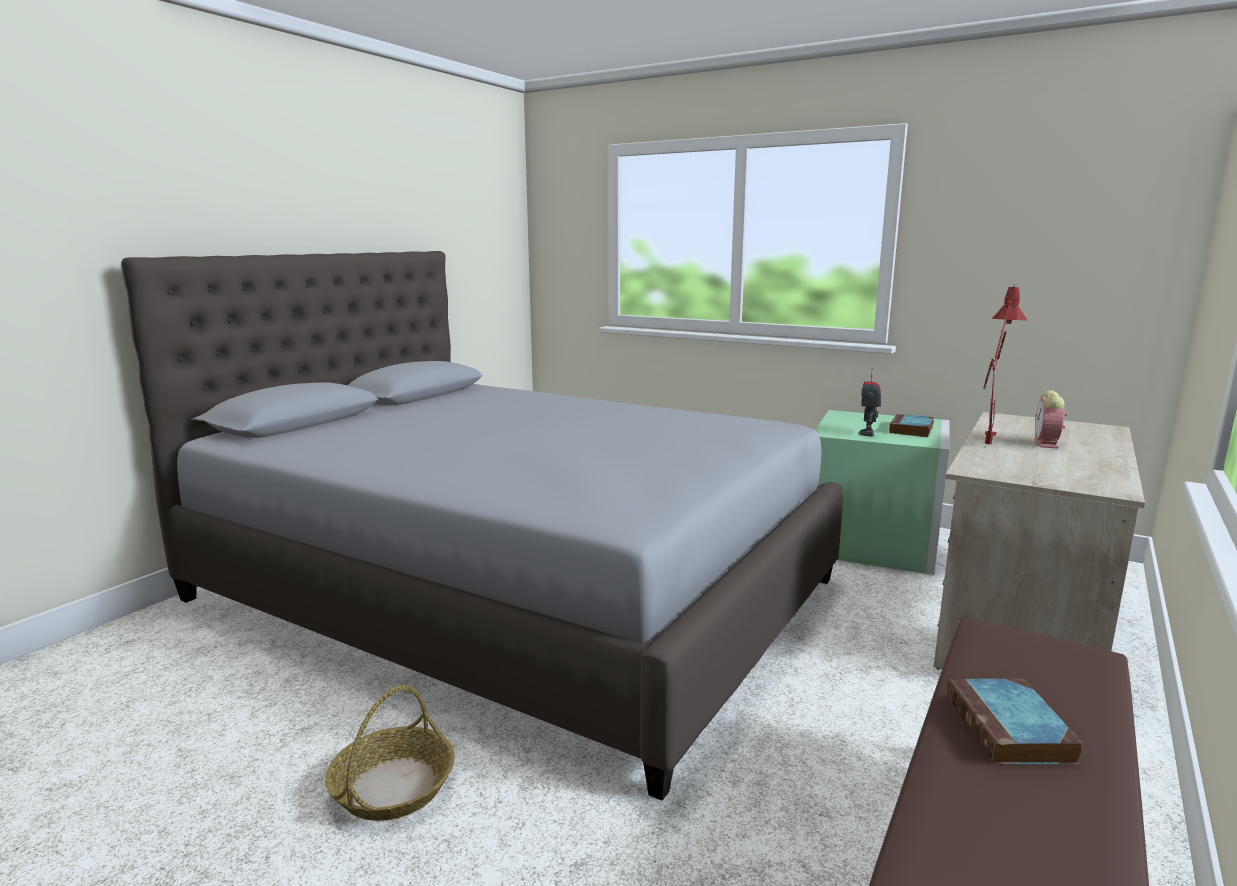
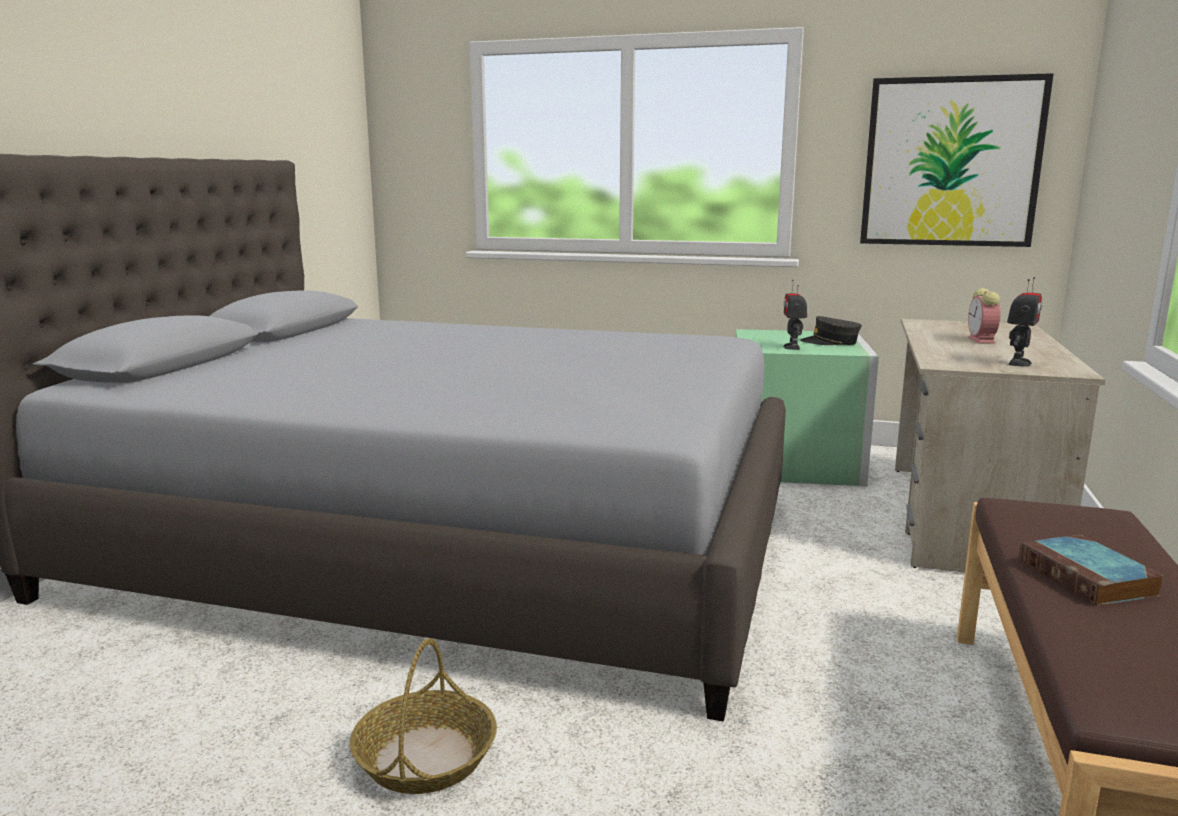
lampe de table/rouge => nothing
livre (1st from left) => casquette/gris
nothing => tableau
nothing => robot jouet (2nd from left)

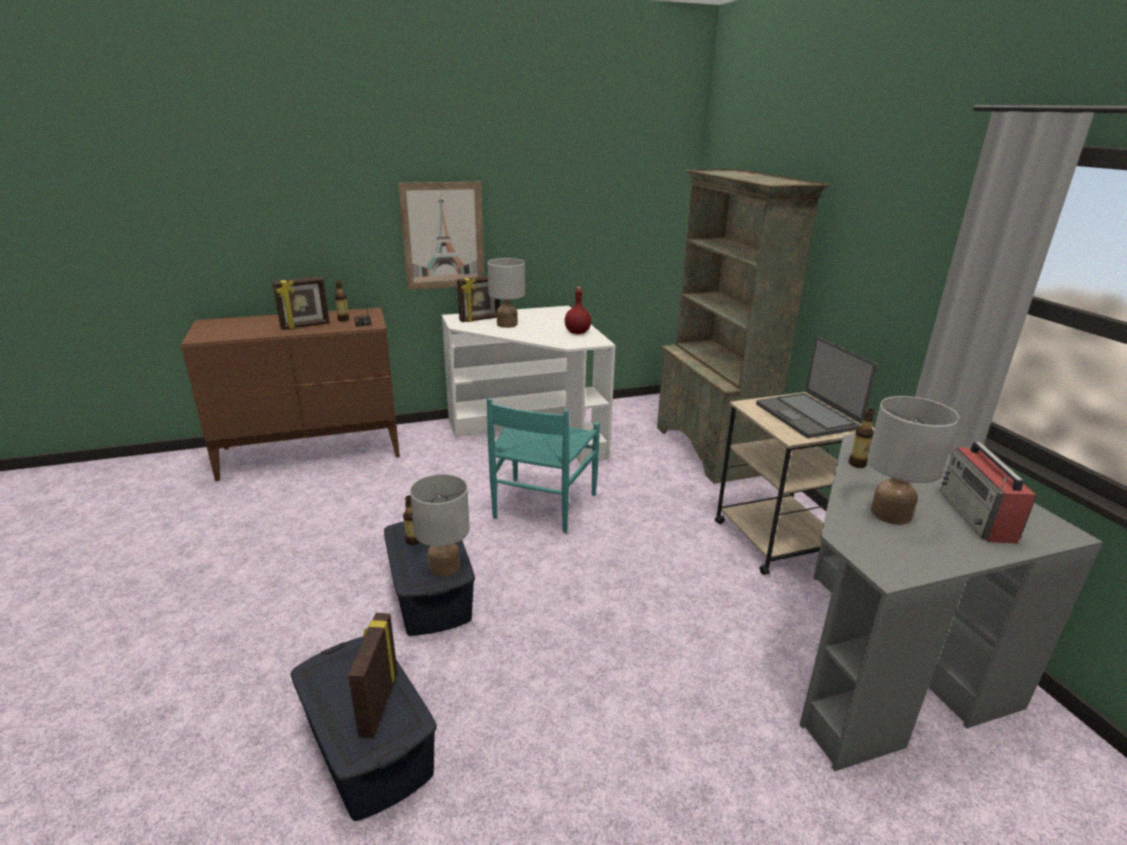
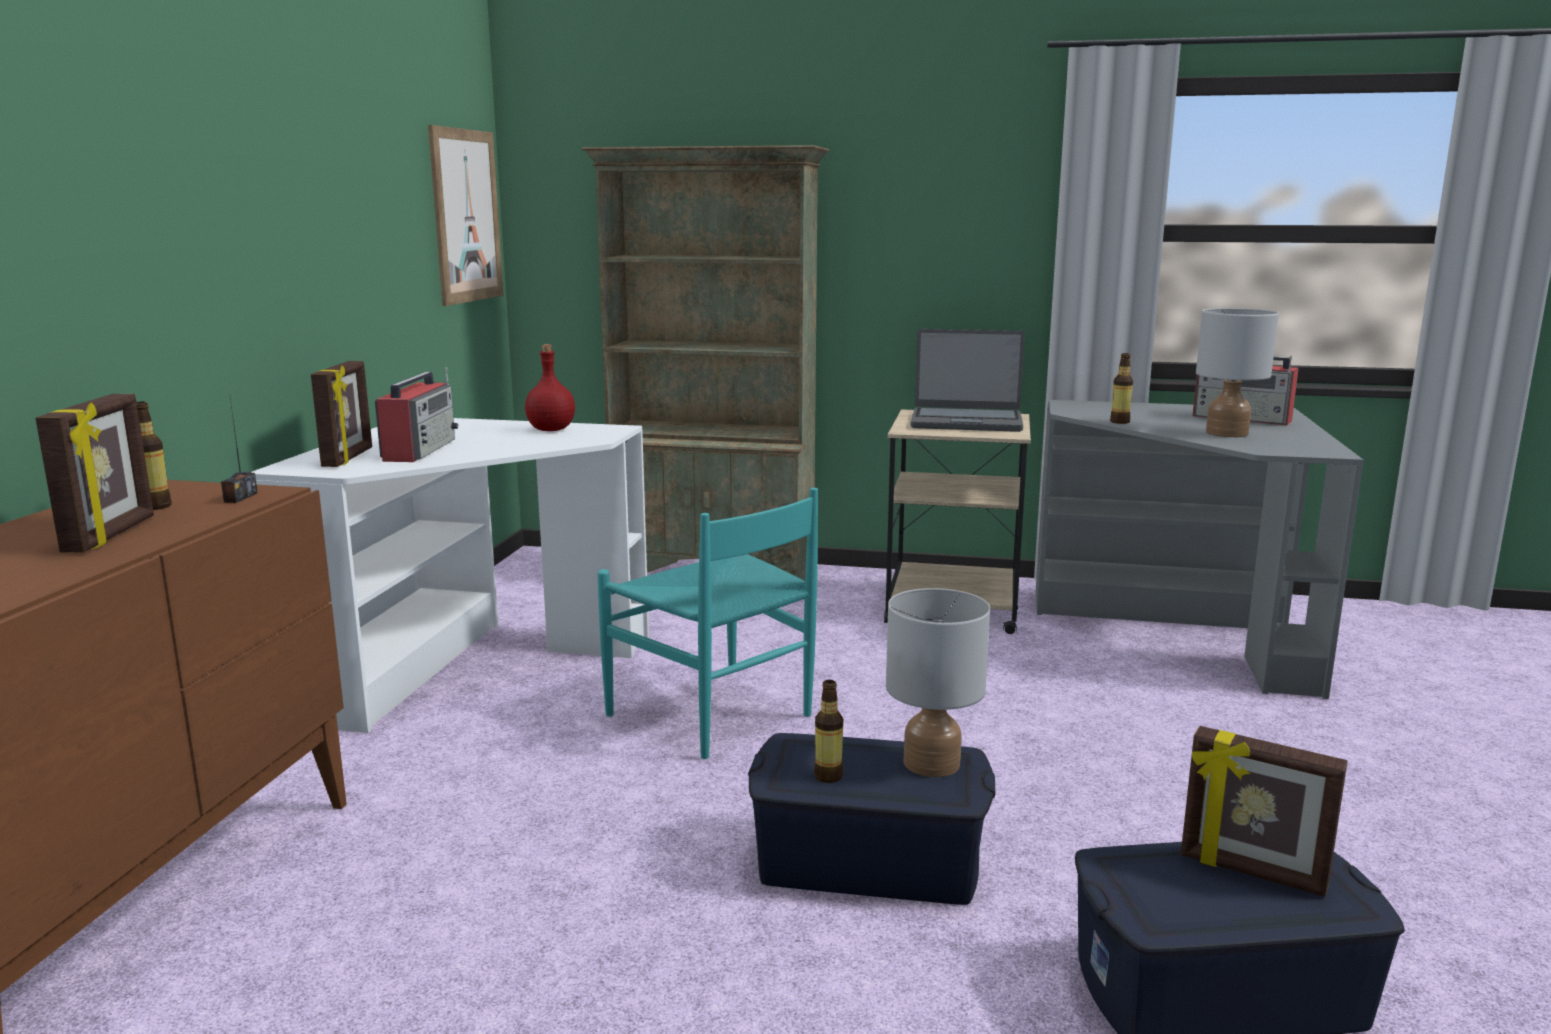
tableau, move
lampe de table/gris (2nd from left) => radio (2nd from left)

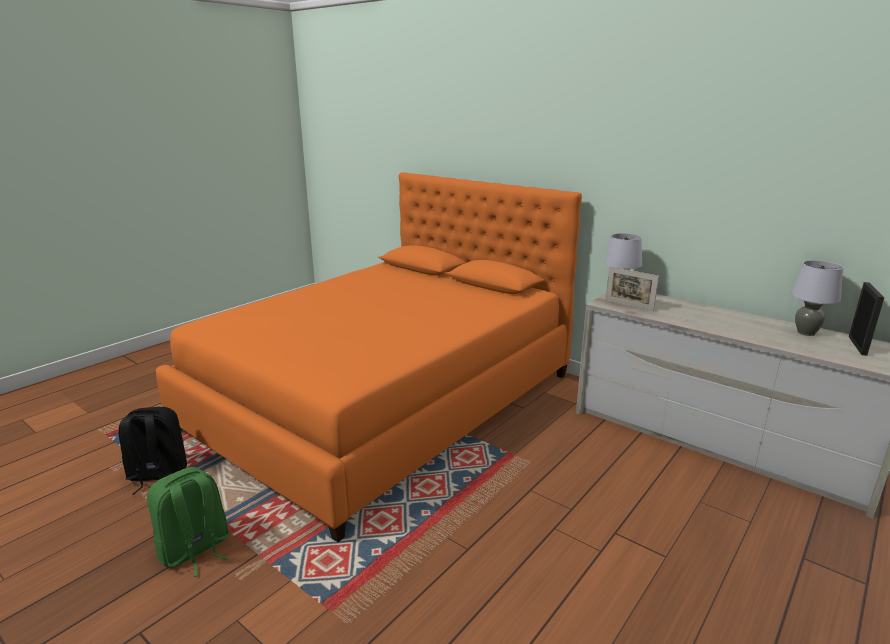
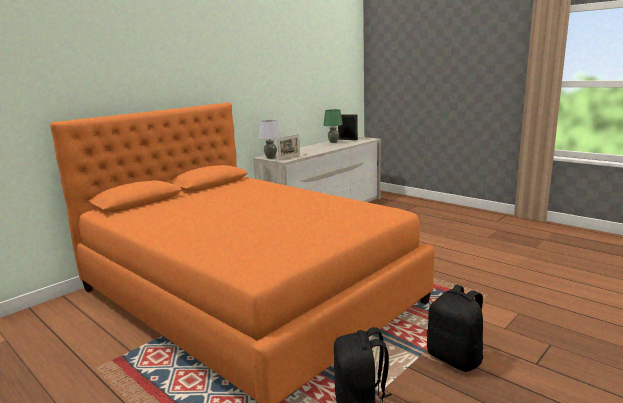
lampe de table/gris (2nd from left) => lampe de table/vert
sac à dos/vert => sac à dos/noir (2nd from left)

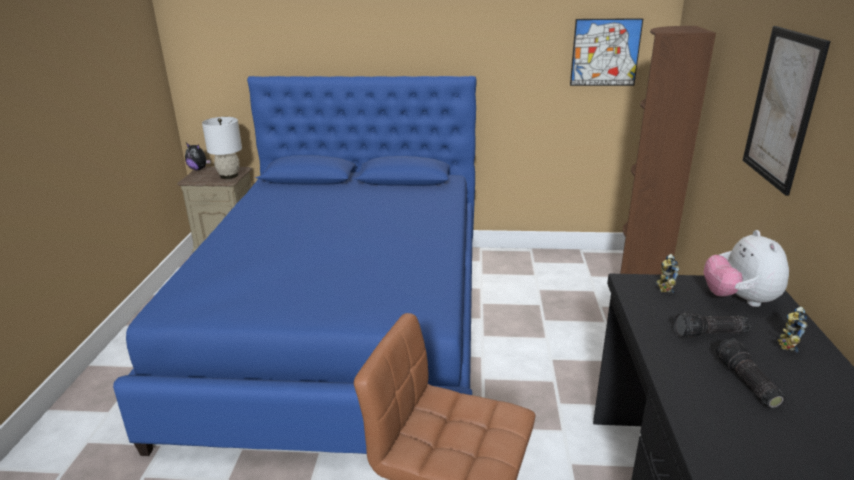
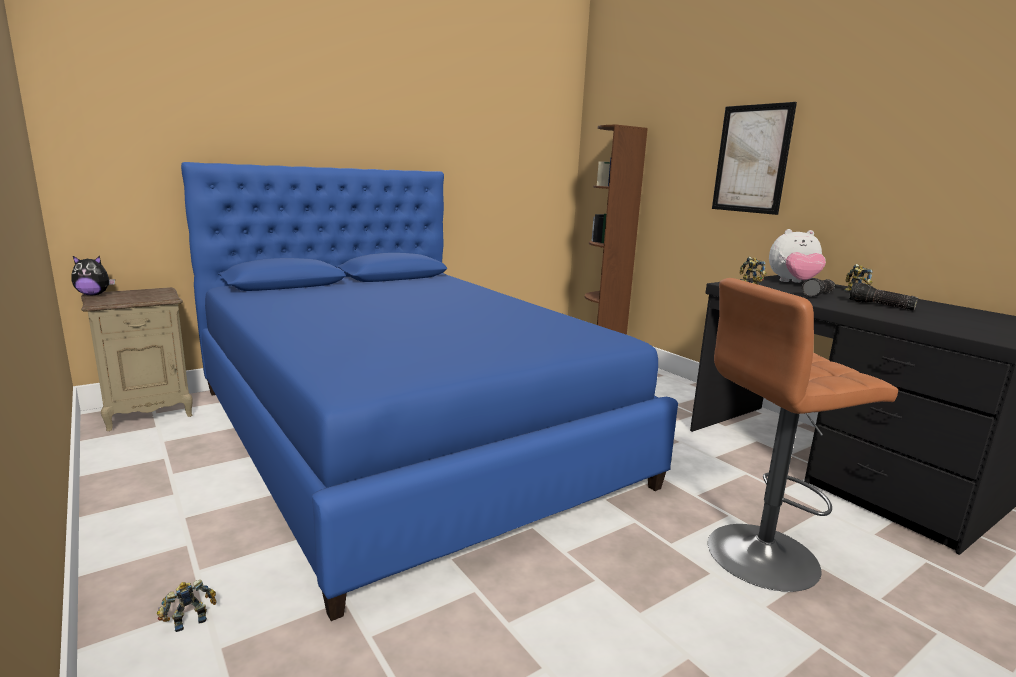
tableau (1st from left) => nothing
lampe de table/blanc => nothing
peluche (2nd from left), 45 degrees counterclockwise
nothing => robot jouet (1st from left)

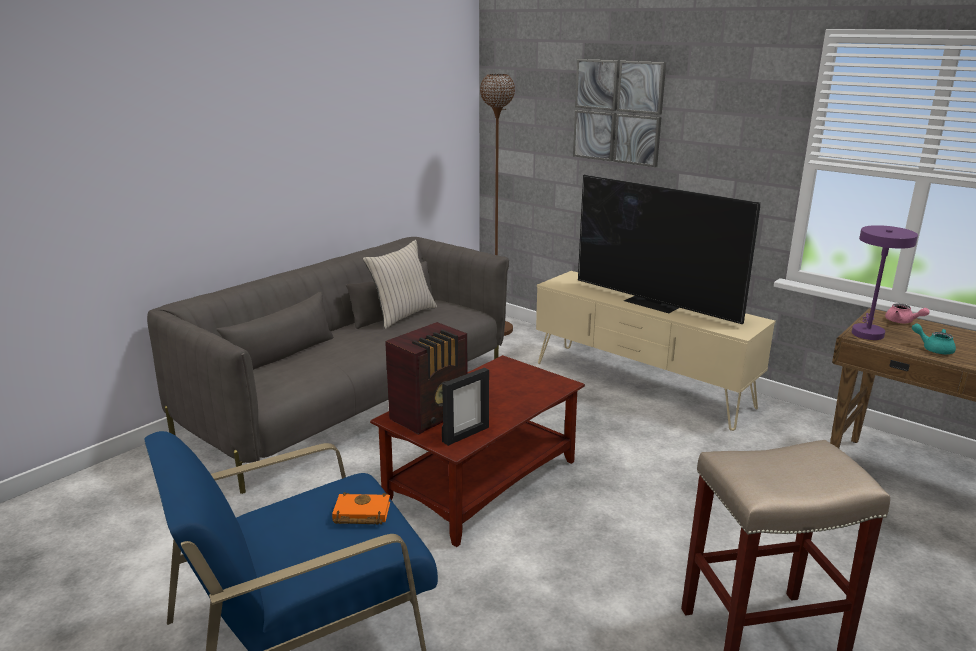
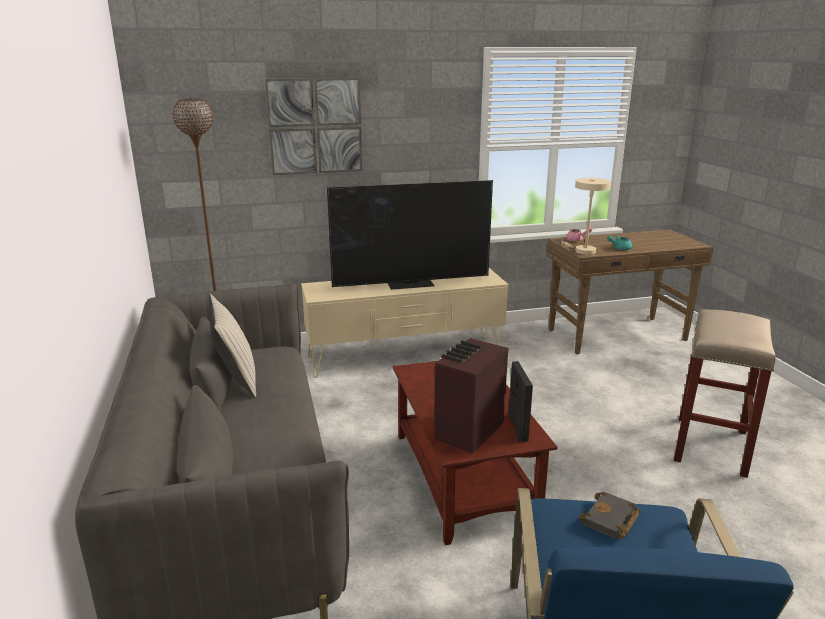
lampe de table/violet => lampe de table/beige
radio, 135 degrees counterclockwise
livre/orange => livre/noir

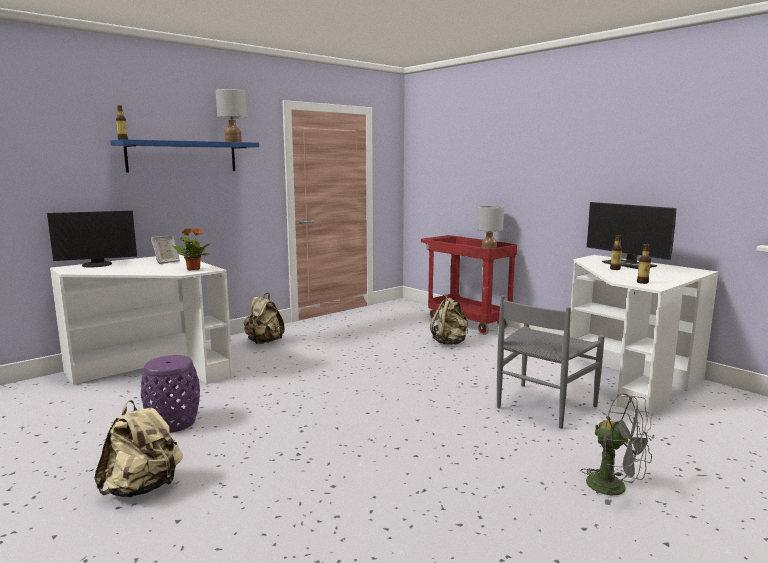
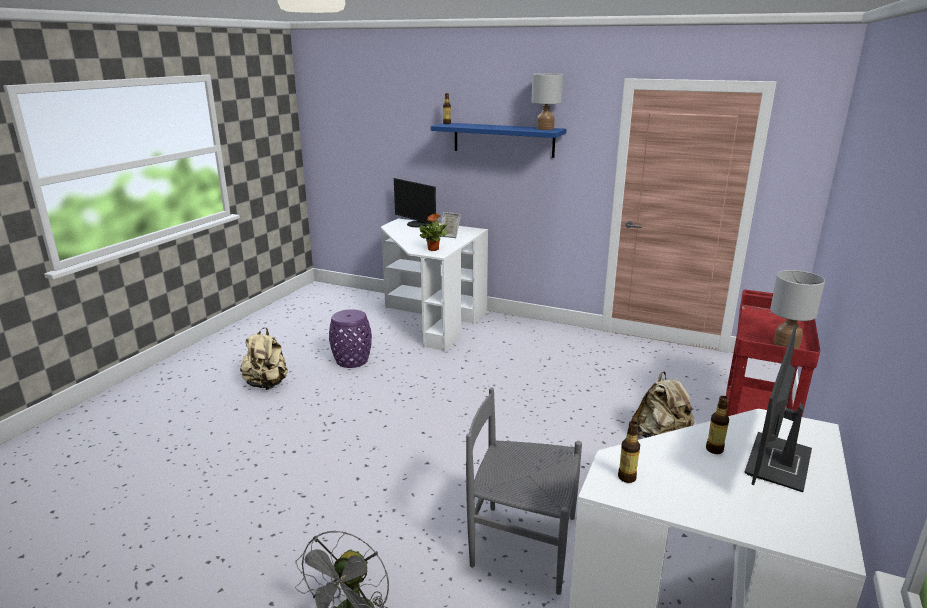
sac à dos/beige (2nd from left) => nothing

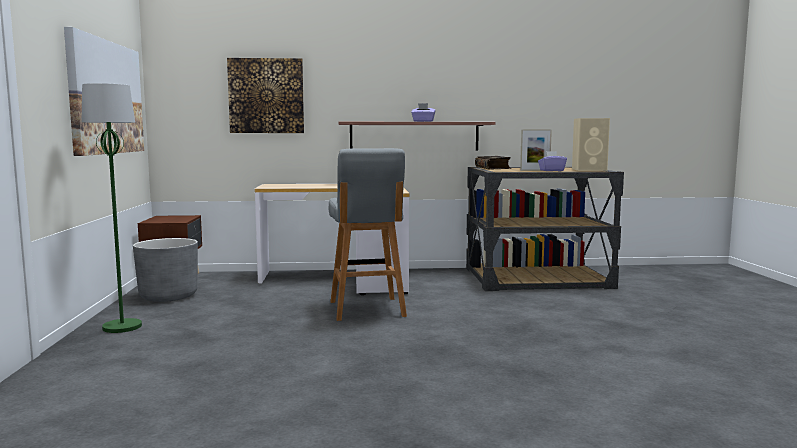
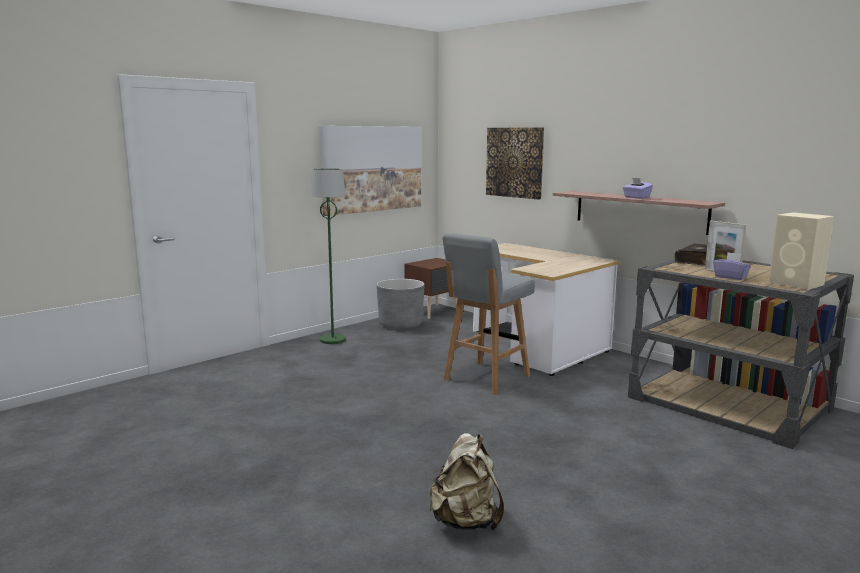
nothing => sac à dos/beige

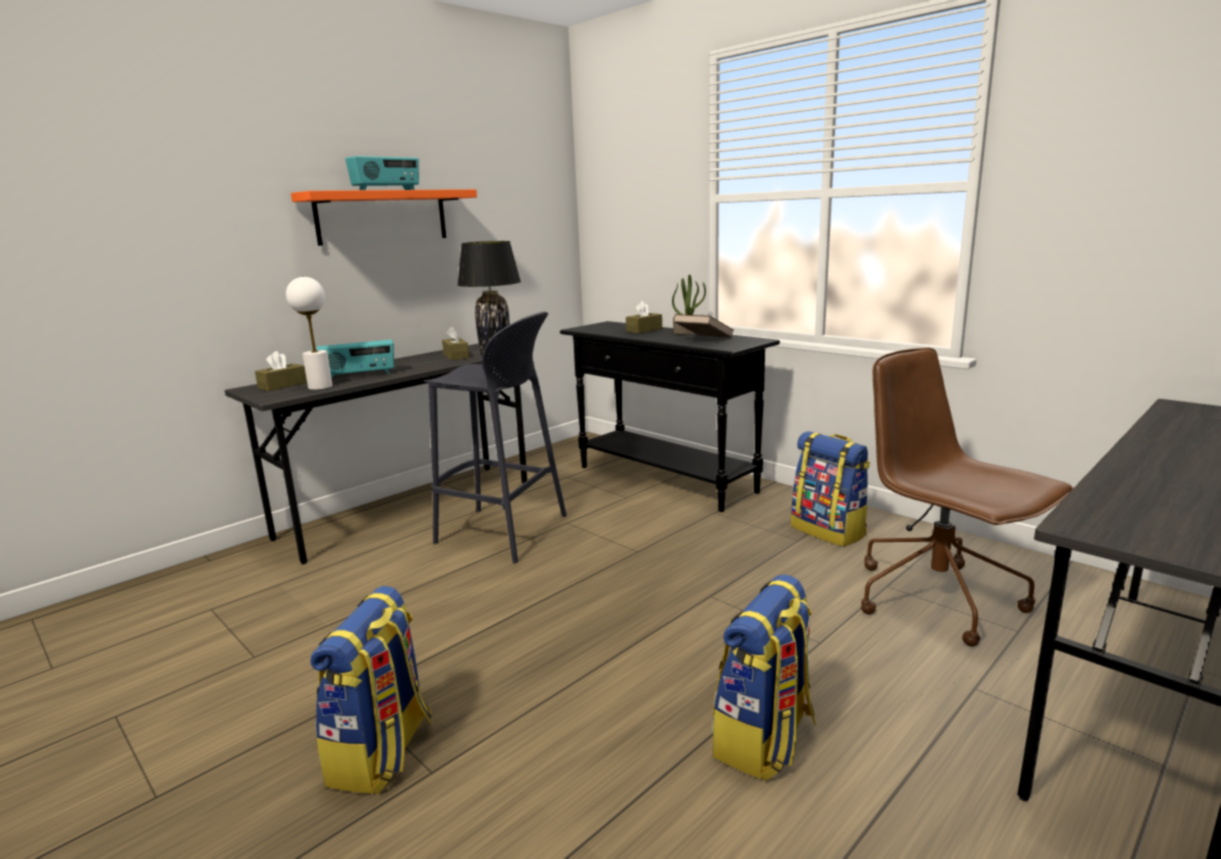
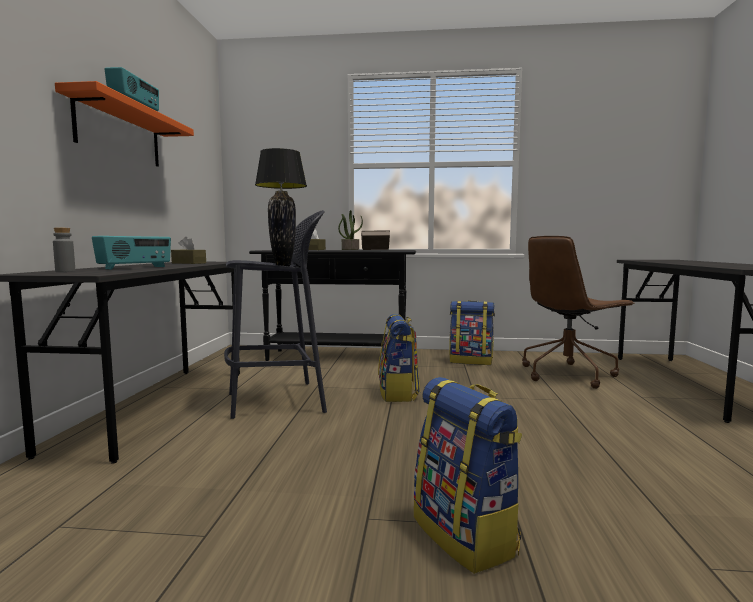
lampe de table/blanc => nothing
chaise de bureau/marron, 45 degrees counterclockwise
boîte à mouchoirs/marron (1st from left) => bouteille/gris
sac à dos (2nd from left in the first image) => sac à dos (1st from left), move

